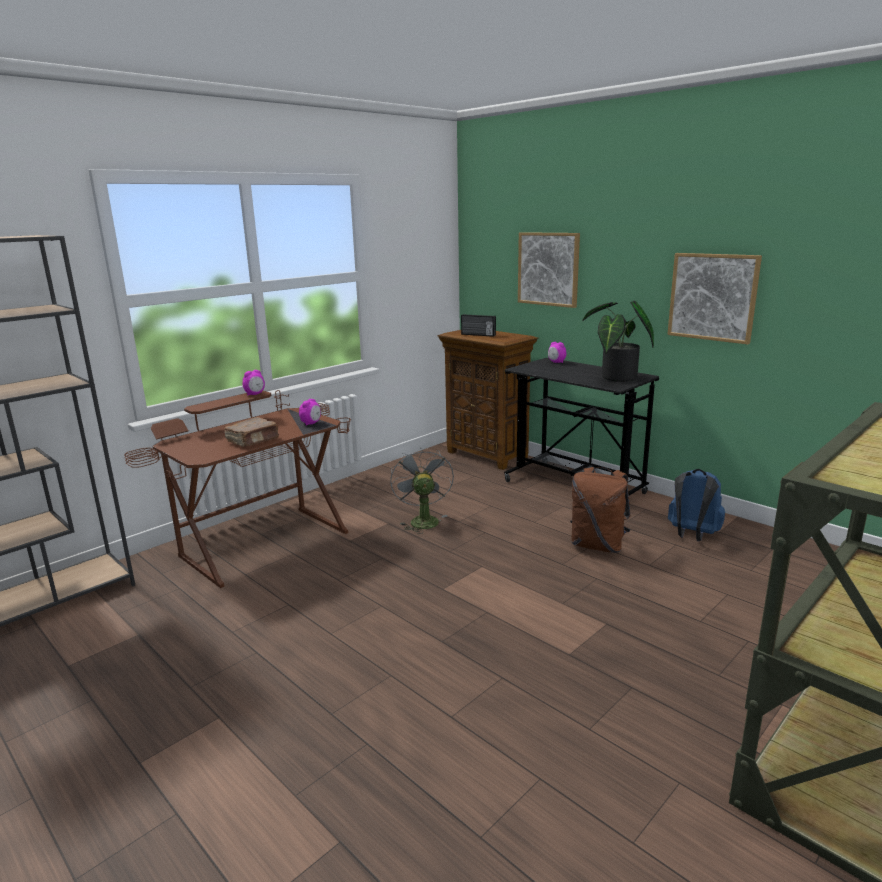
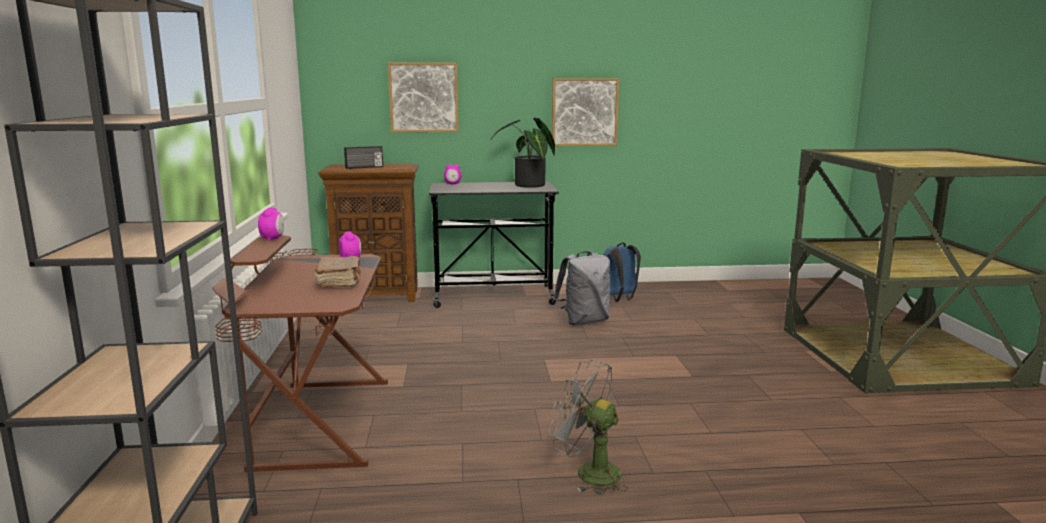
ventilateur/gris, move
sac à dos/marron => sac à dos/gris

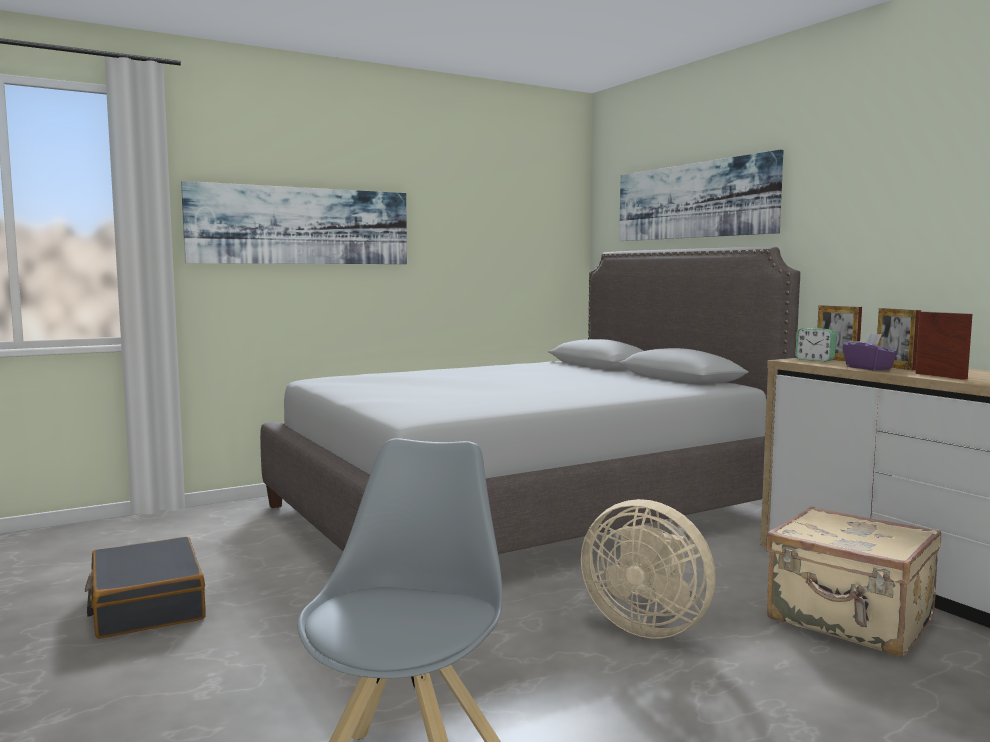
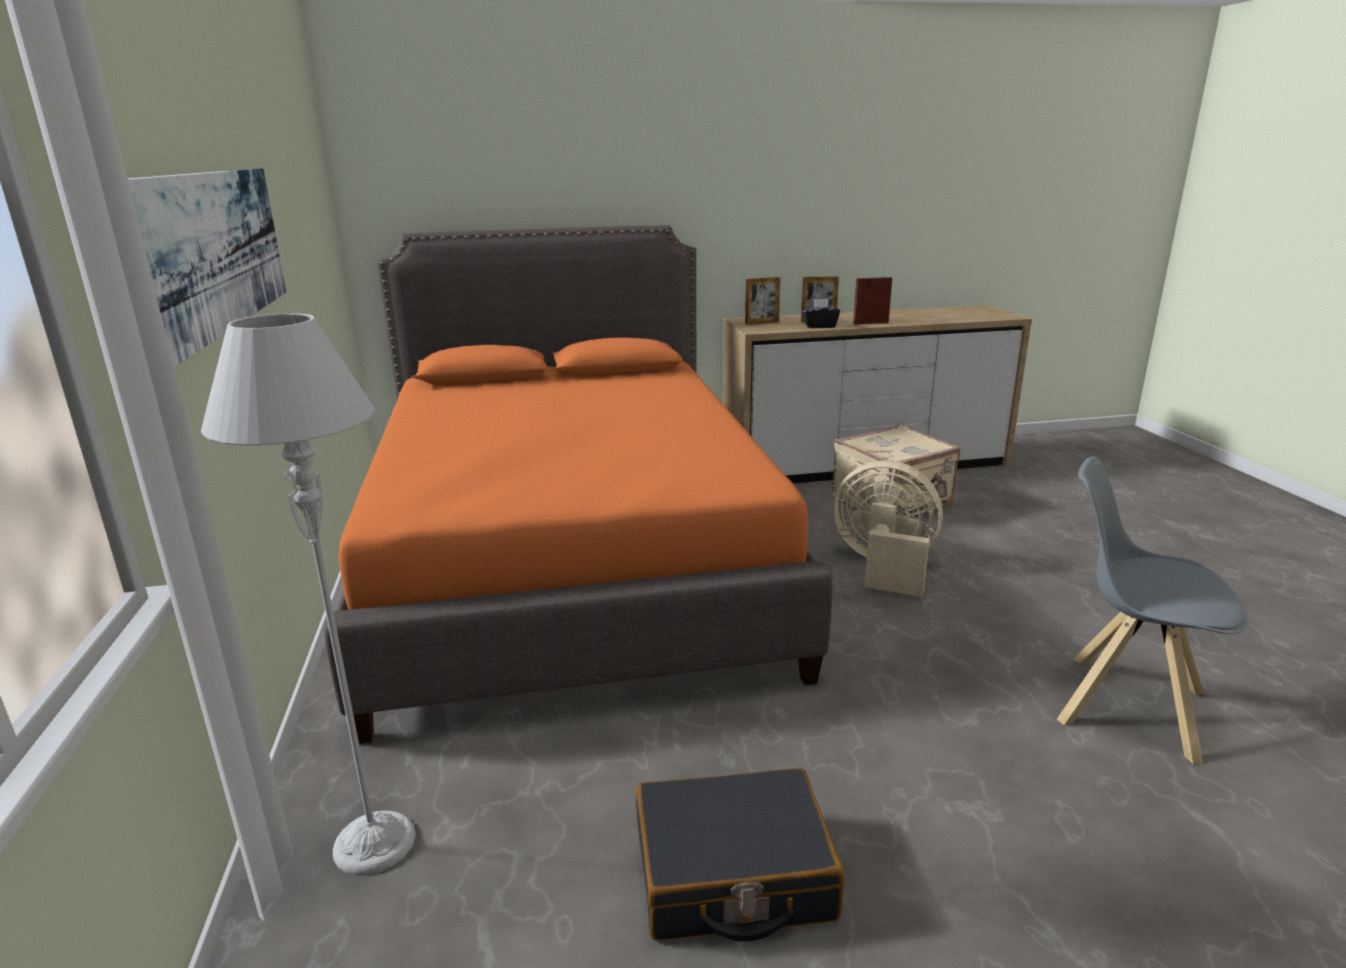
tableau (2nd from left) => nothing
lit/gris => lit/orange
réveil => nothing
boîte à mouchoirs/violet => boîte à mouchoirs/noir
ventilateur/beige, 120 degrees counterclockwise
nothing => lampadaire/gris

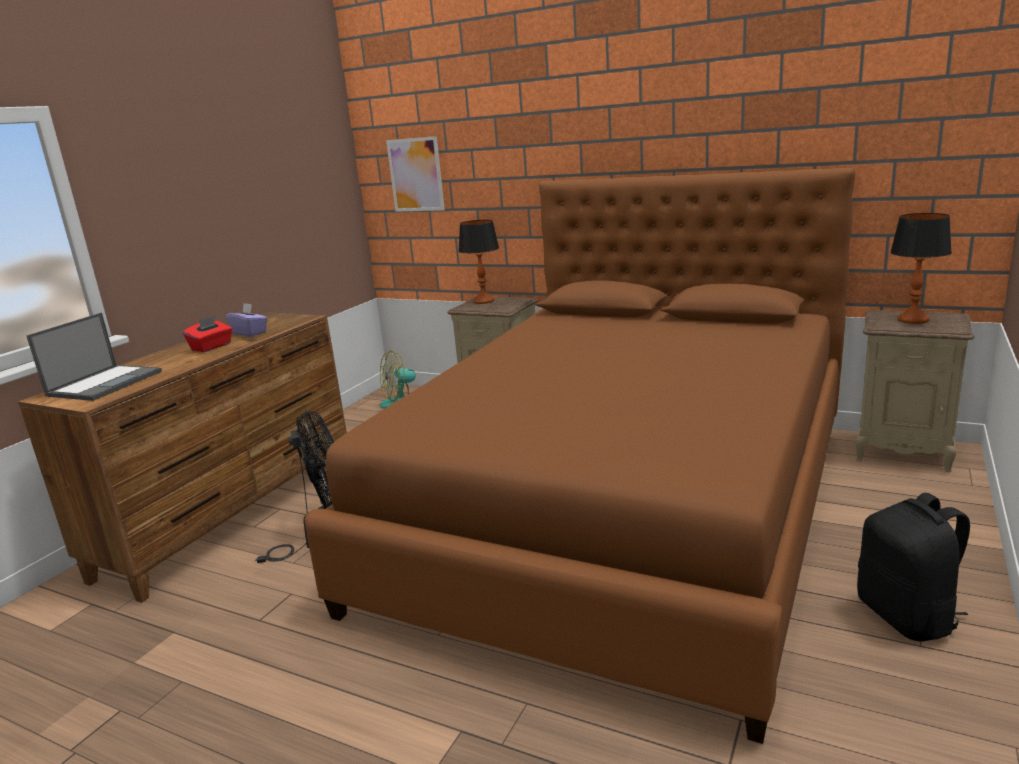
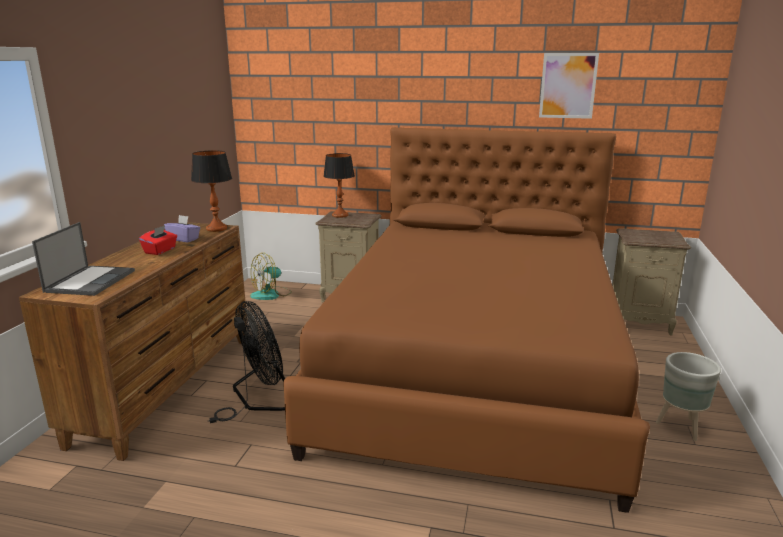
tableau, move
lampe de table (2nd from left in the first image) => lampe de table (1st from left), move
sac à dos/noir => cache-pot/gris

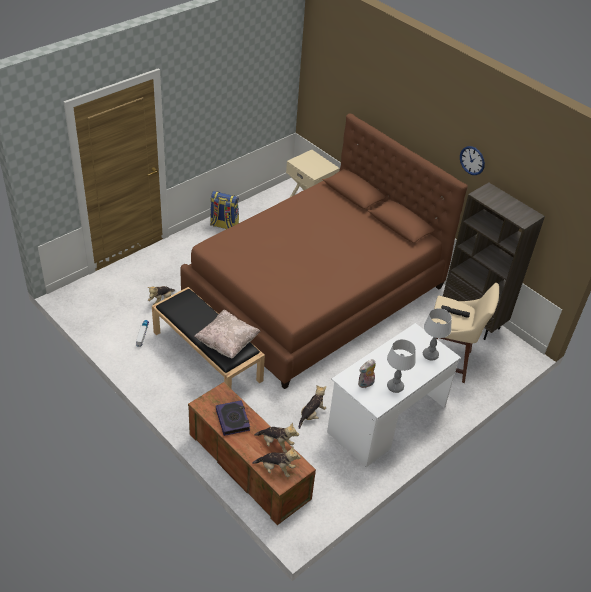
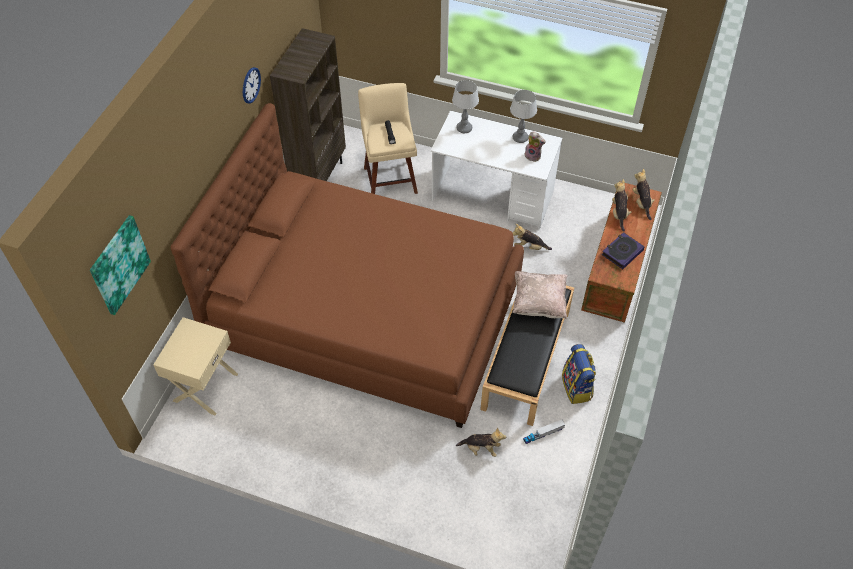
sac à dos, move
nothing => tableau

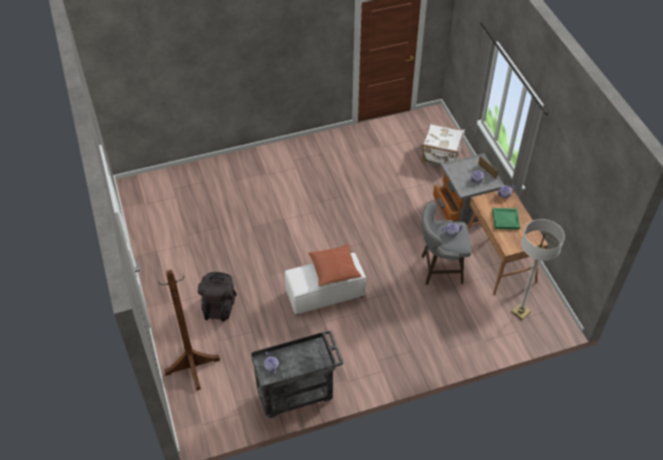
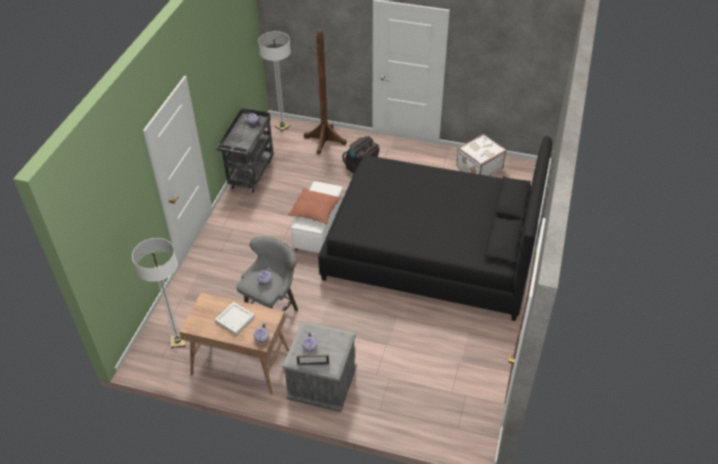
valise/blanc, move
plateau/vert => plateau/blanc
nothing => lampadaire (2nd from left)
nothing => lit/noir

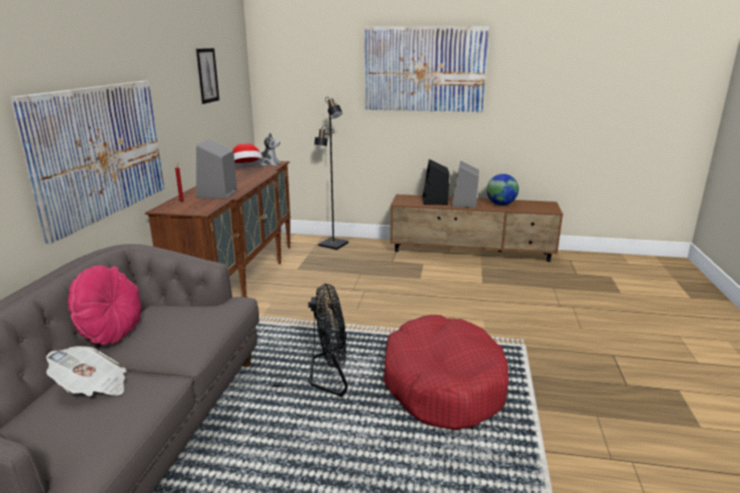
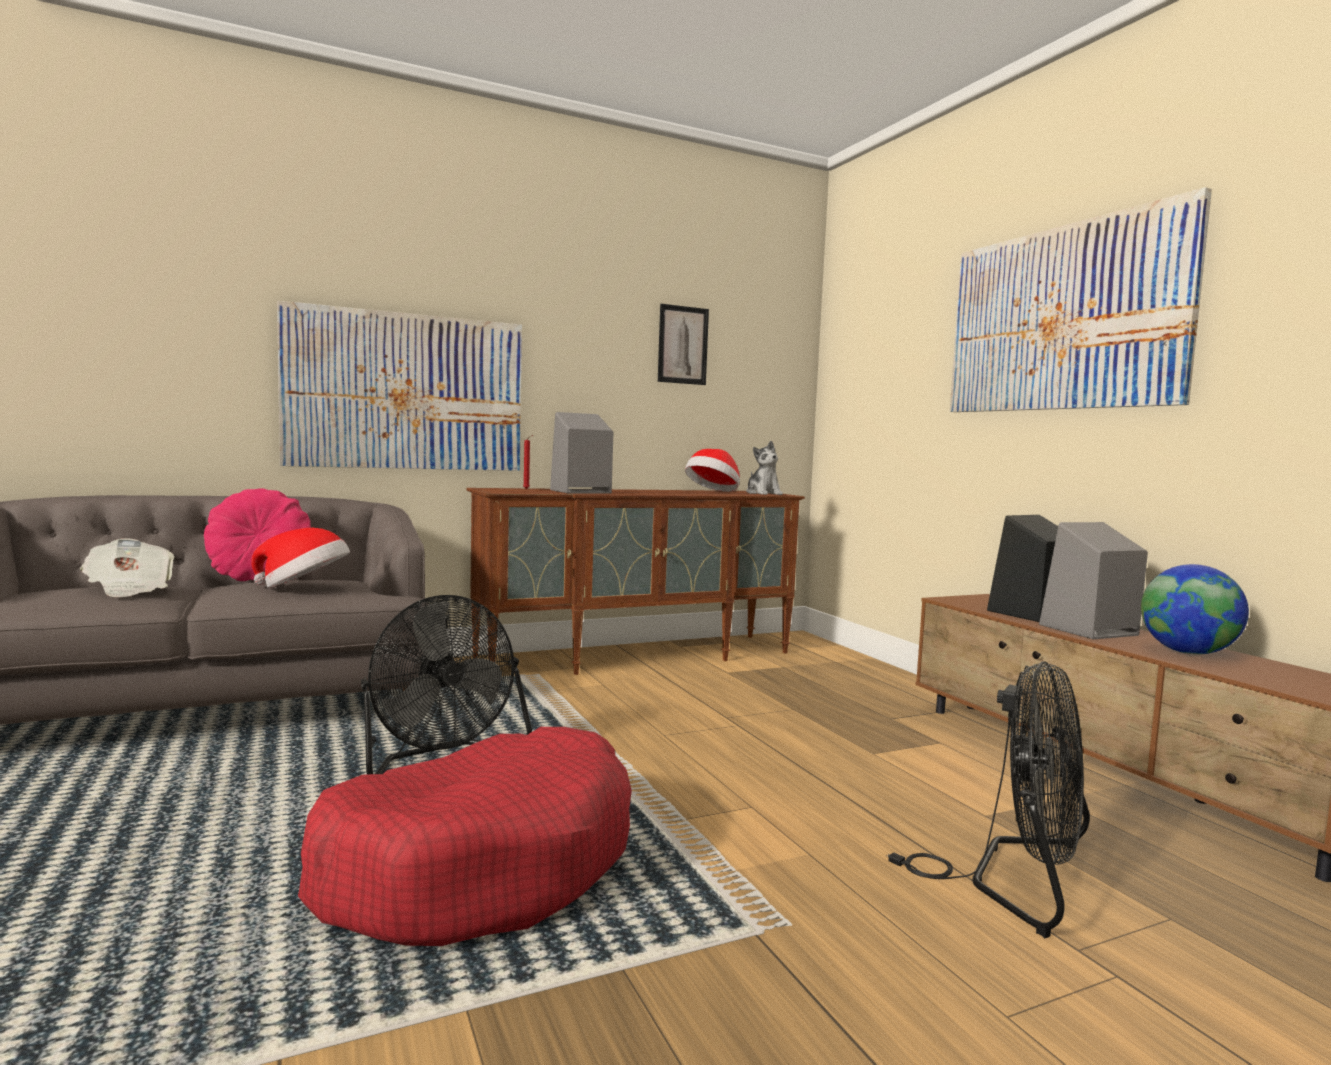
lampadaire/noir => nothing
nothing => chapeau (1st from left)
nothing => ventilateur/noir (2nd from left)

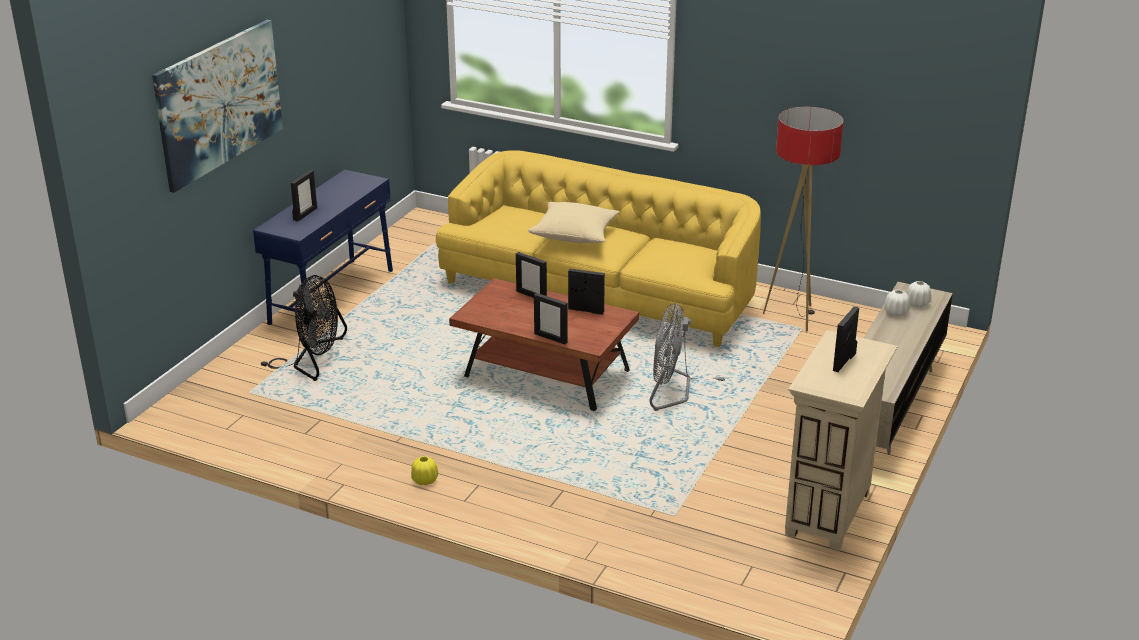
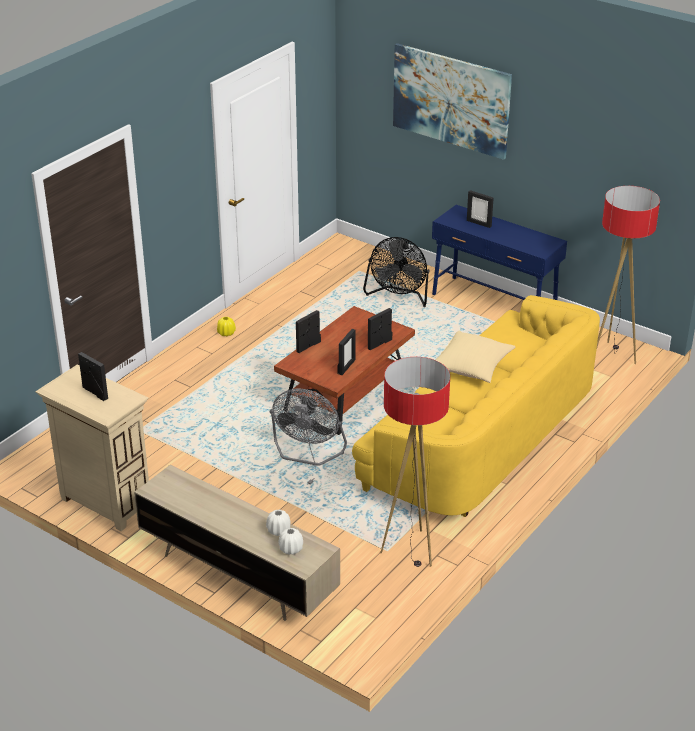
nothing => lampadaire (2nd from left)

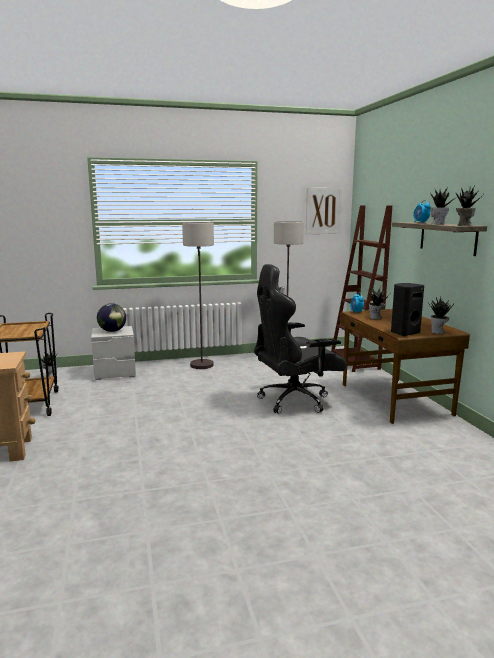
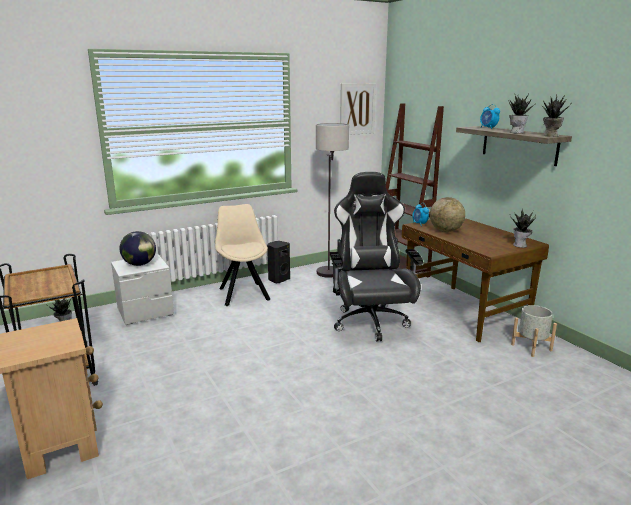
lampadaire/gris (1st from left) => chaise/beige
chaise de bureau/noir, 120 degrees clockwise
enceinte/noir, move
plante en pot (2nd from left) => globe (2nd from left)
nothing => cache-pot/gris

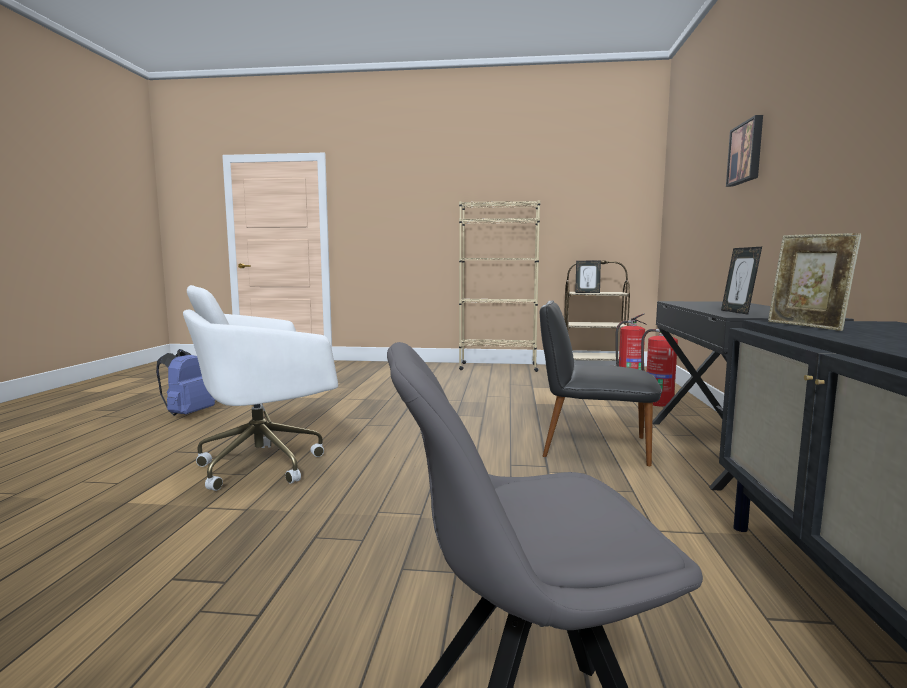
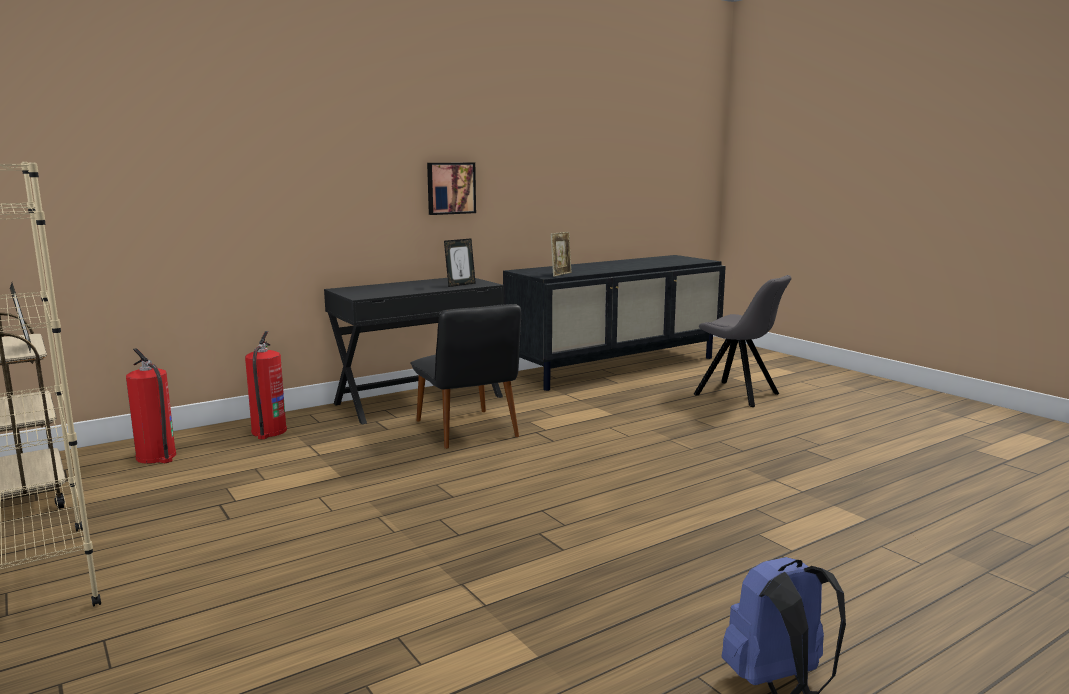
tableau, move
chaise de bureau/blanc => nothing

